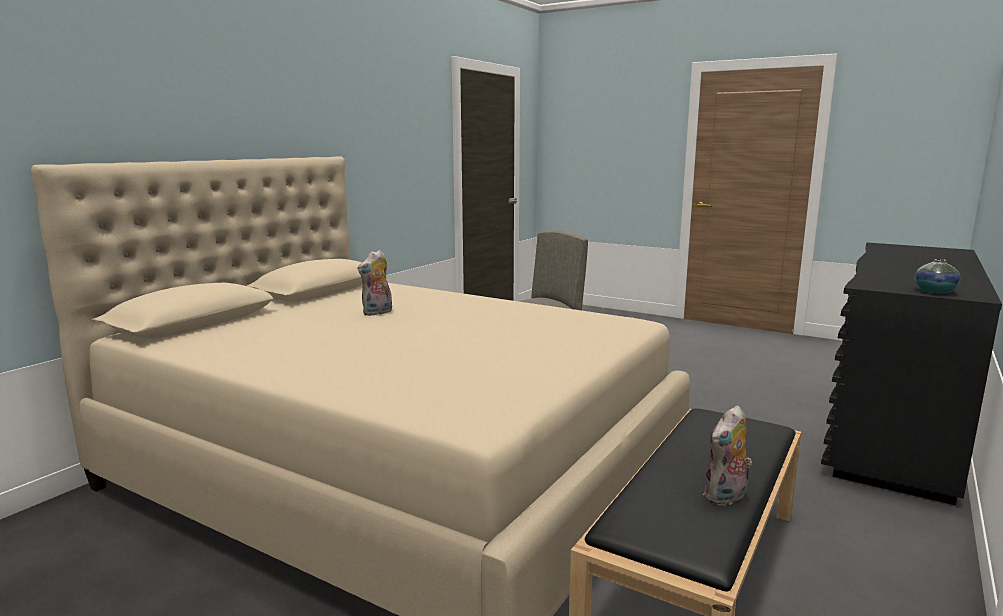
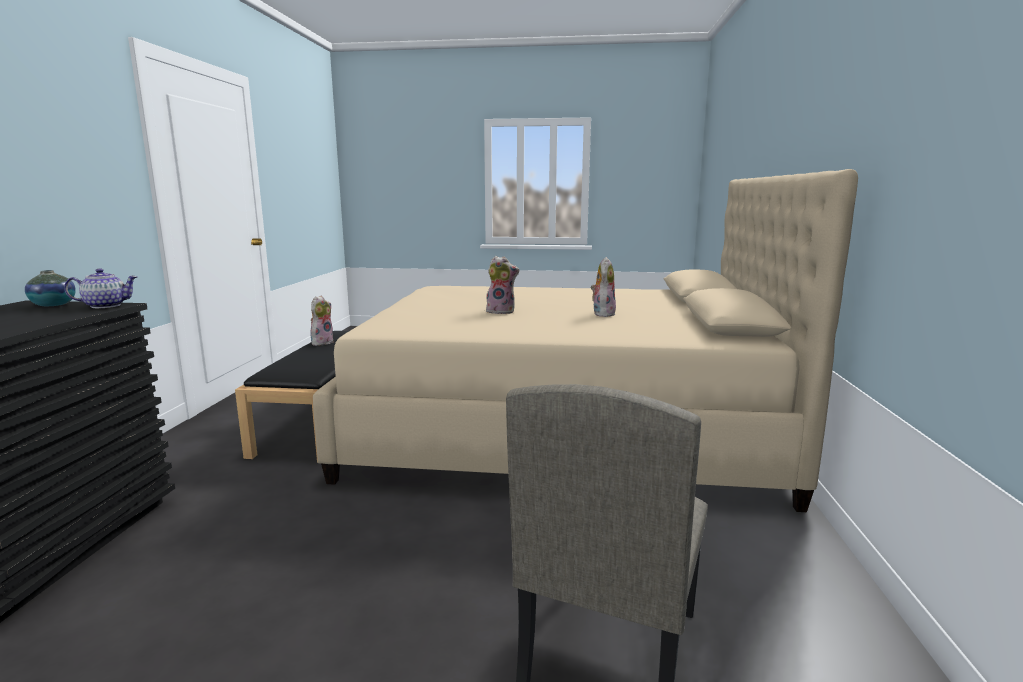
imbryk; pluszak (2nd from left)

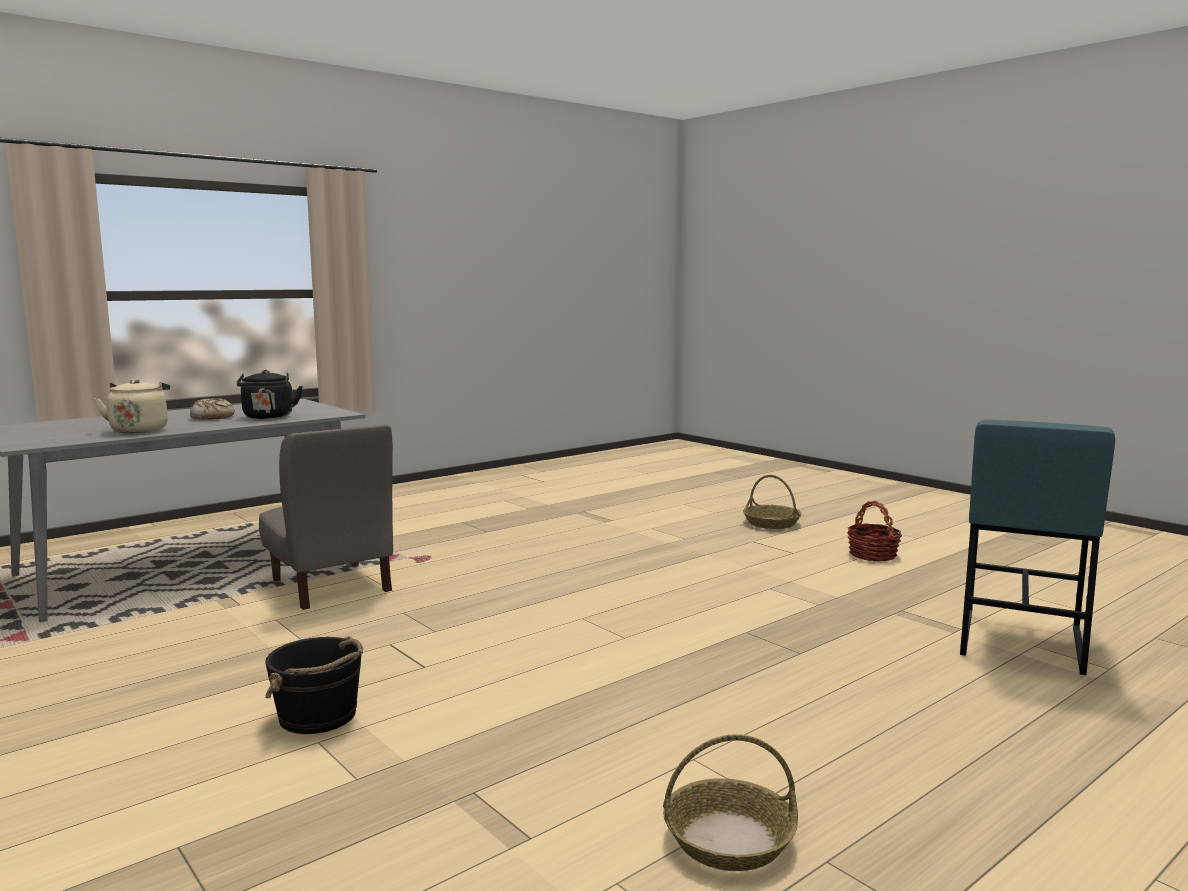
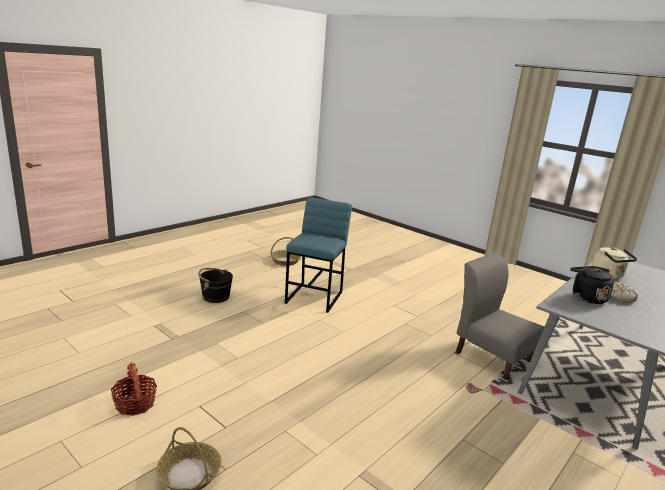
wiadro/czarny; stołek/niebieski

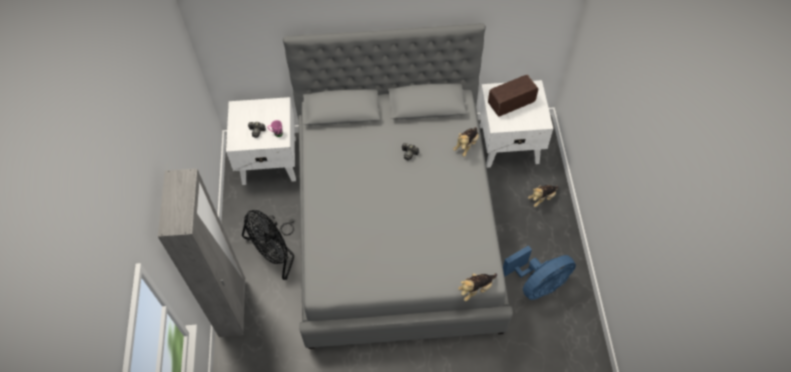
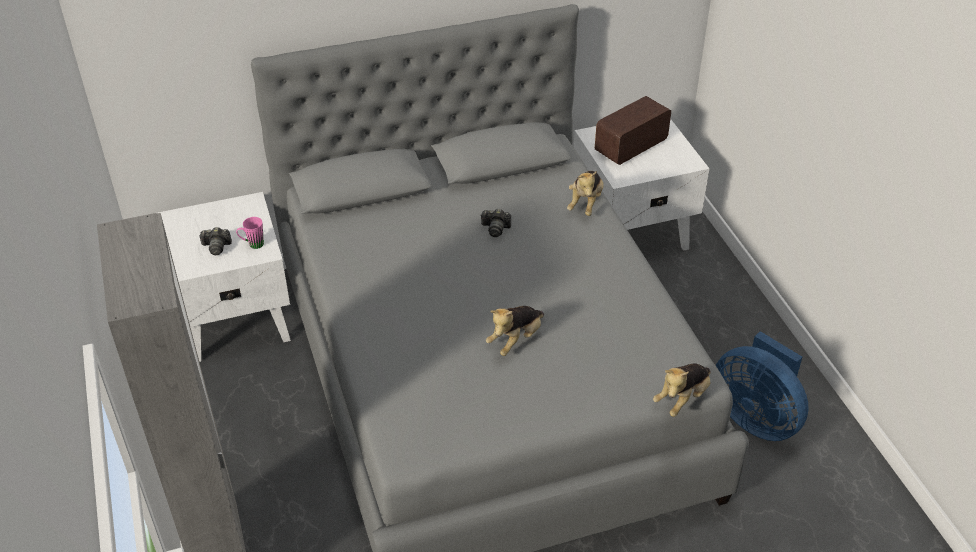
wentylator/czarny; pluszak (1st from left); wentylator/niebieski

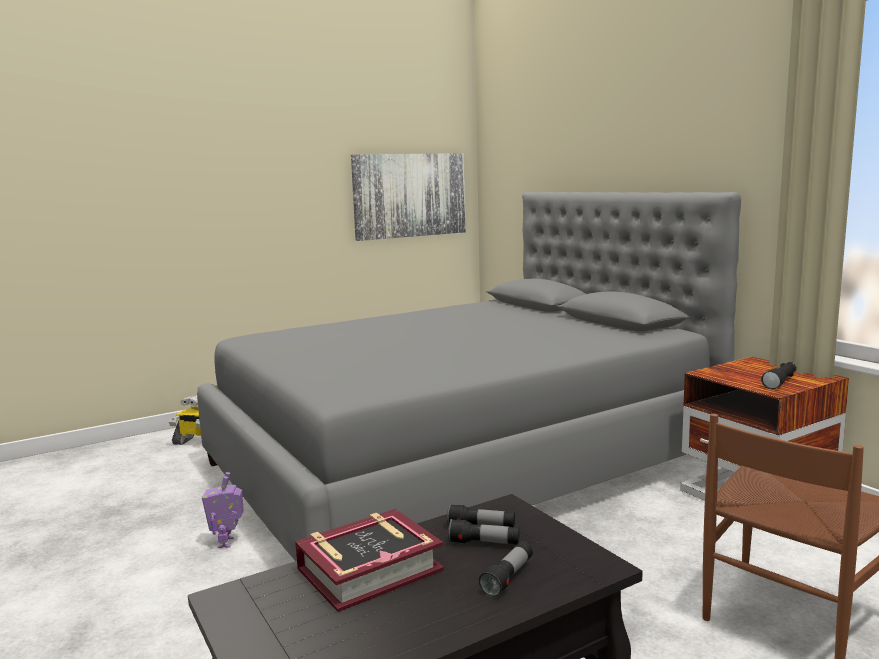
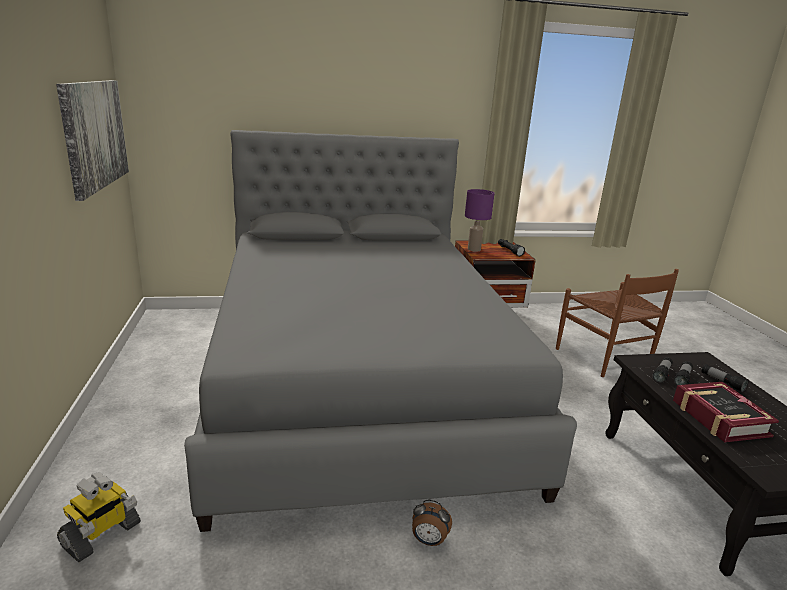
lampa stołowa/fioletowy; budzik

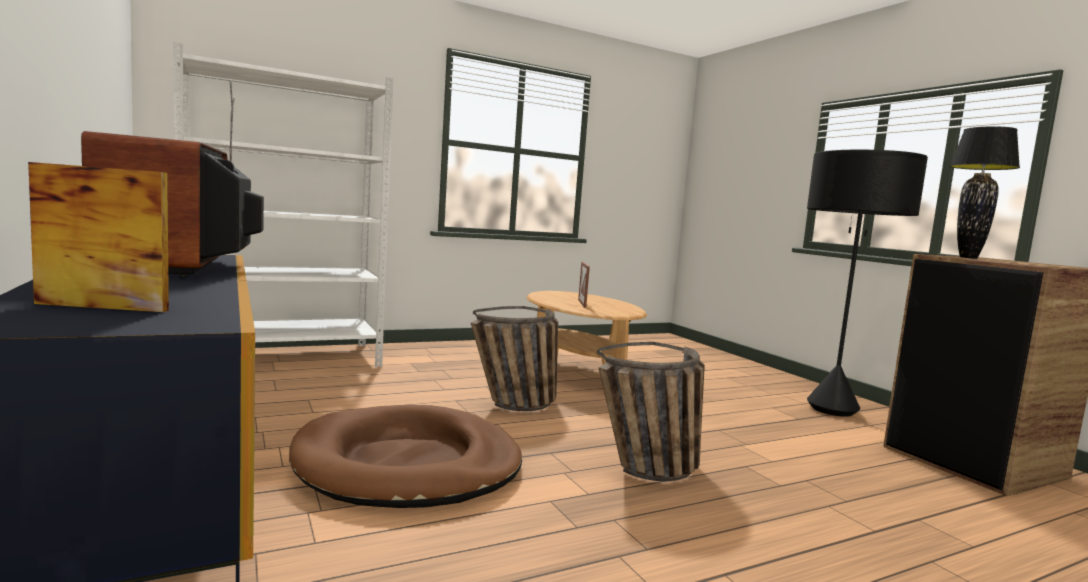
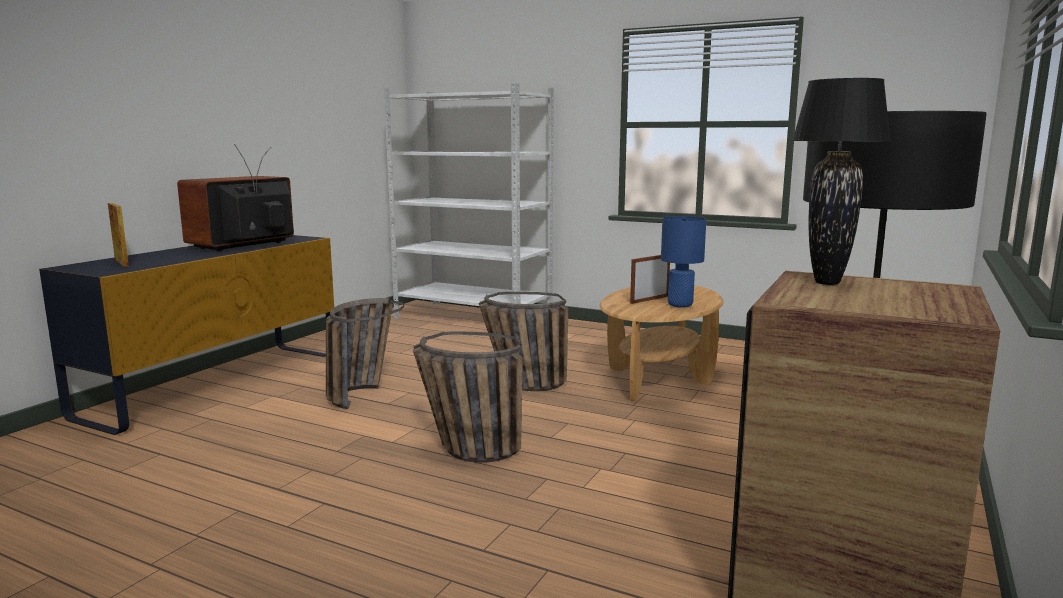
lampa stołowa/niebieski; koszyk (1st from left)

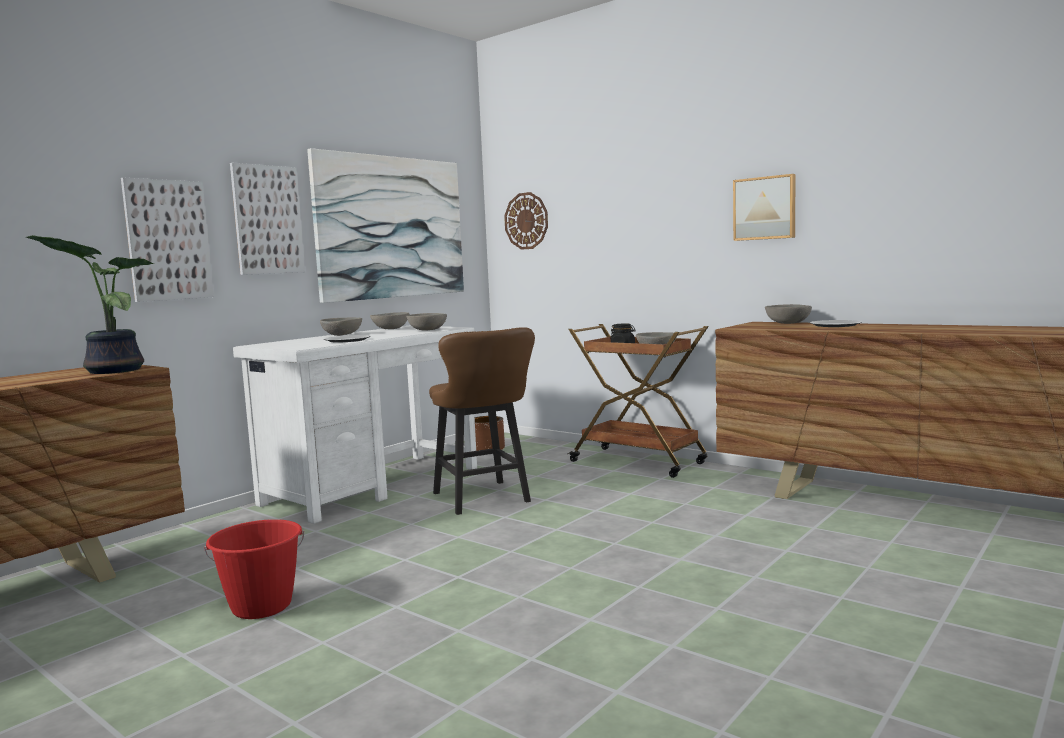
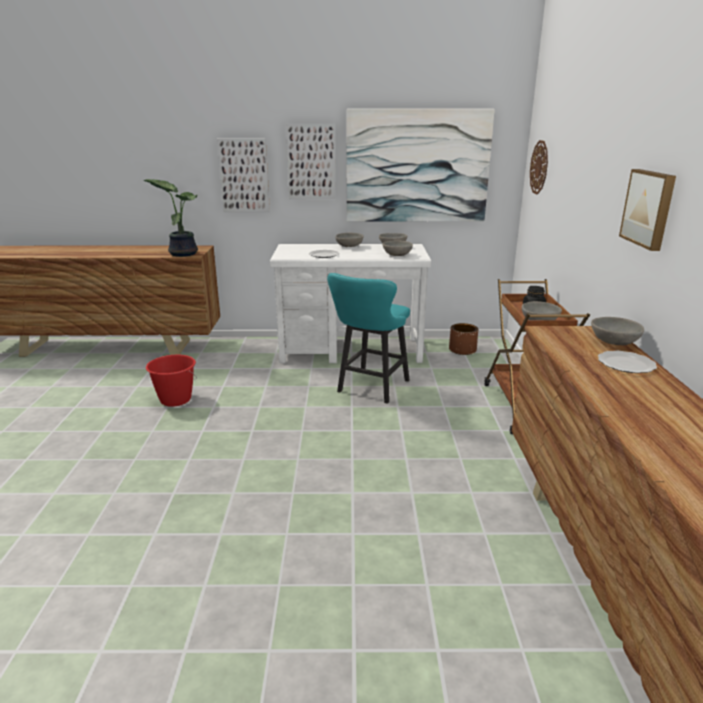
stołek/turkusowy

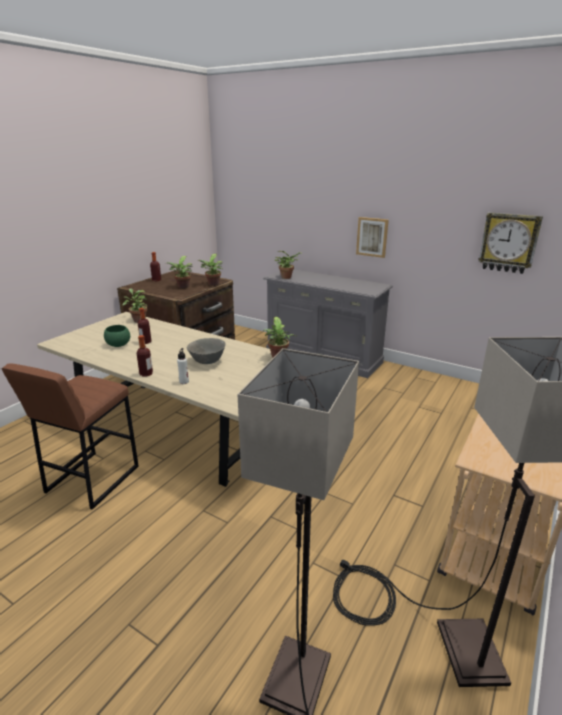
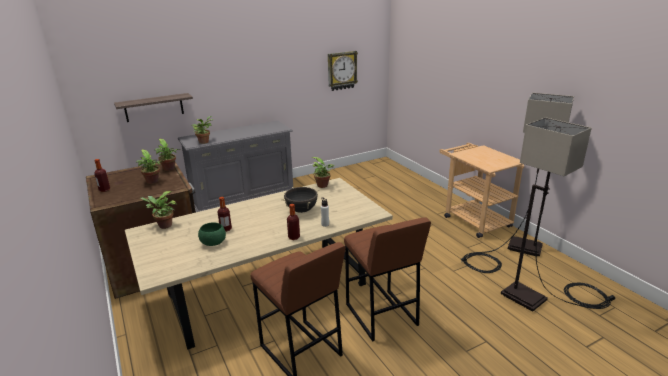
obraz; półka; stołek/brązowy (2nd from left); garnek/czarny

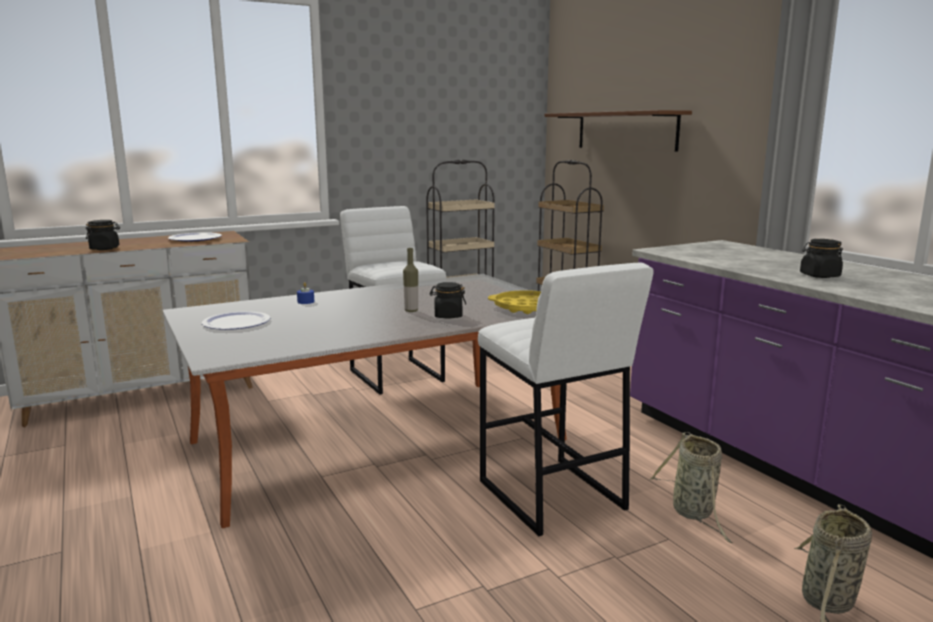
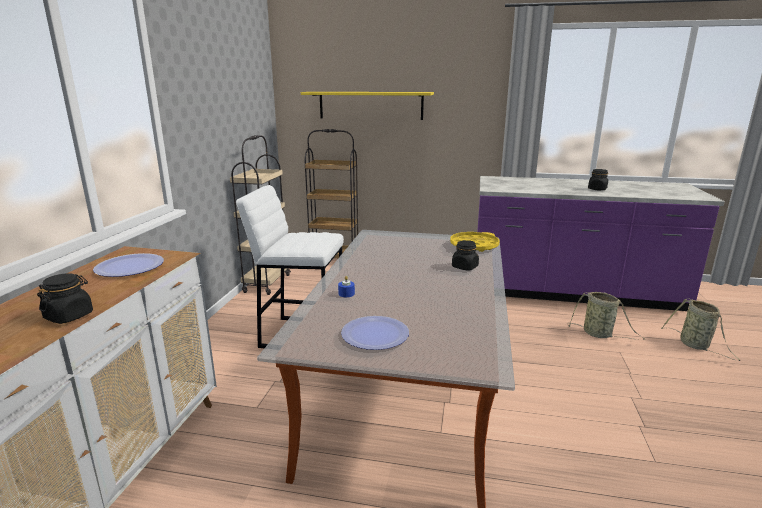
butelka; stołek/biały (2nd from left in the first image); półka/żółty

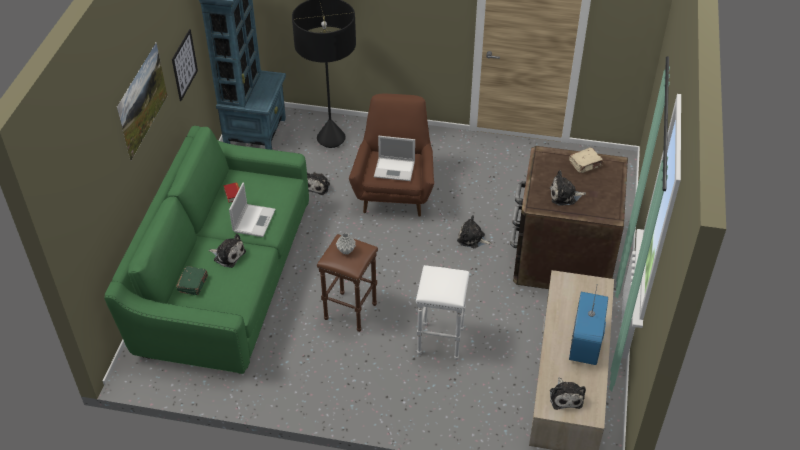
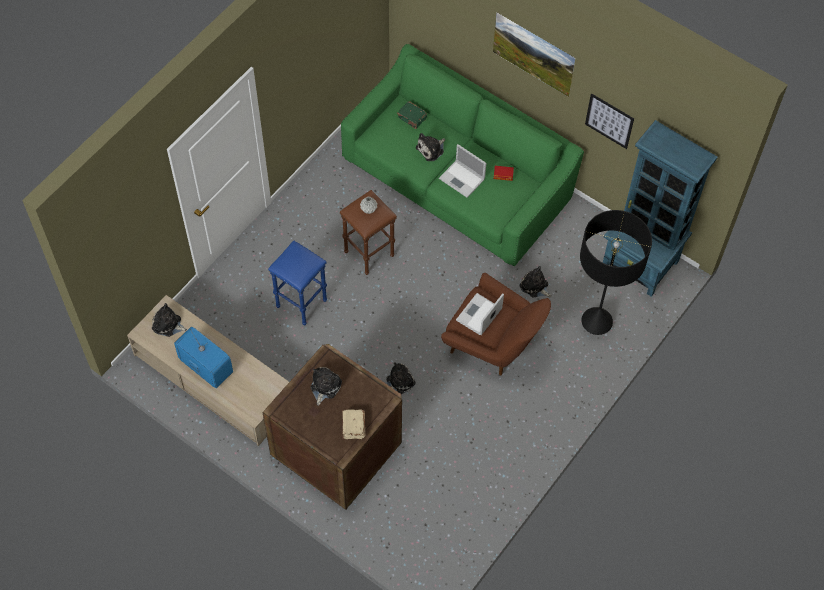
stołek/niebieski

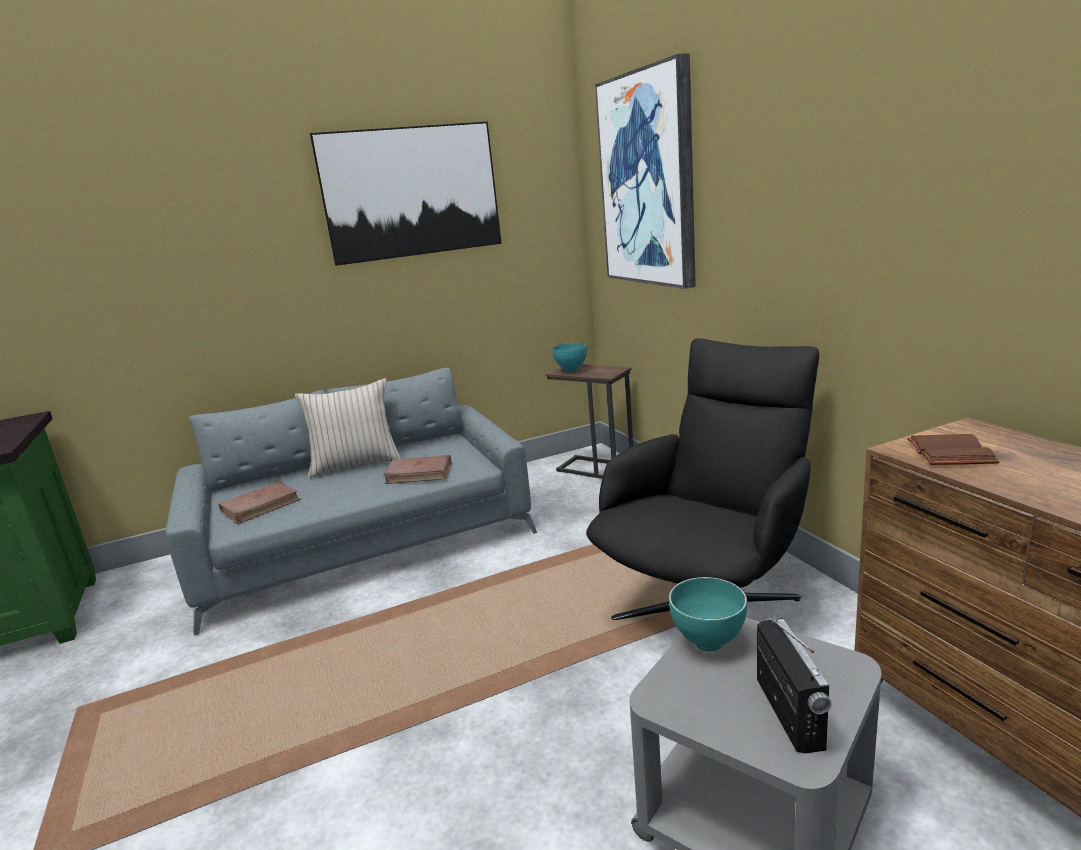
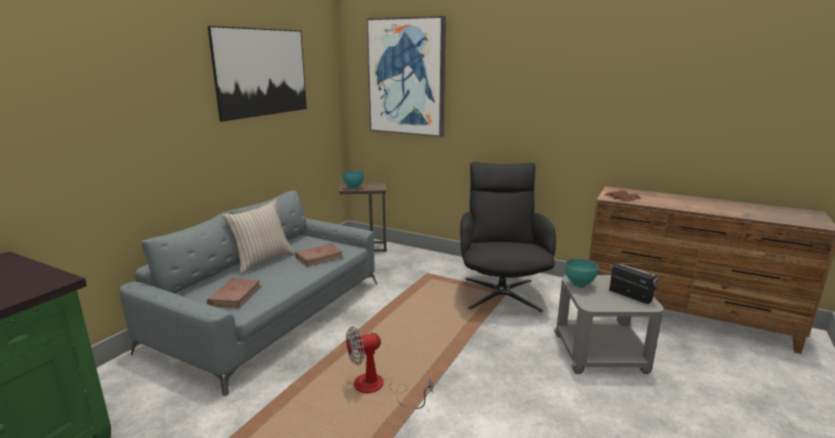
wentylator

